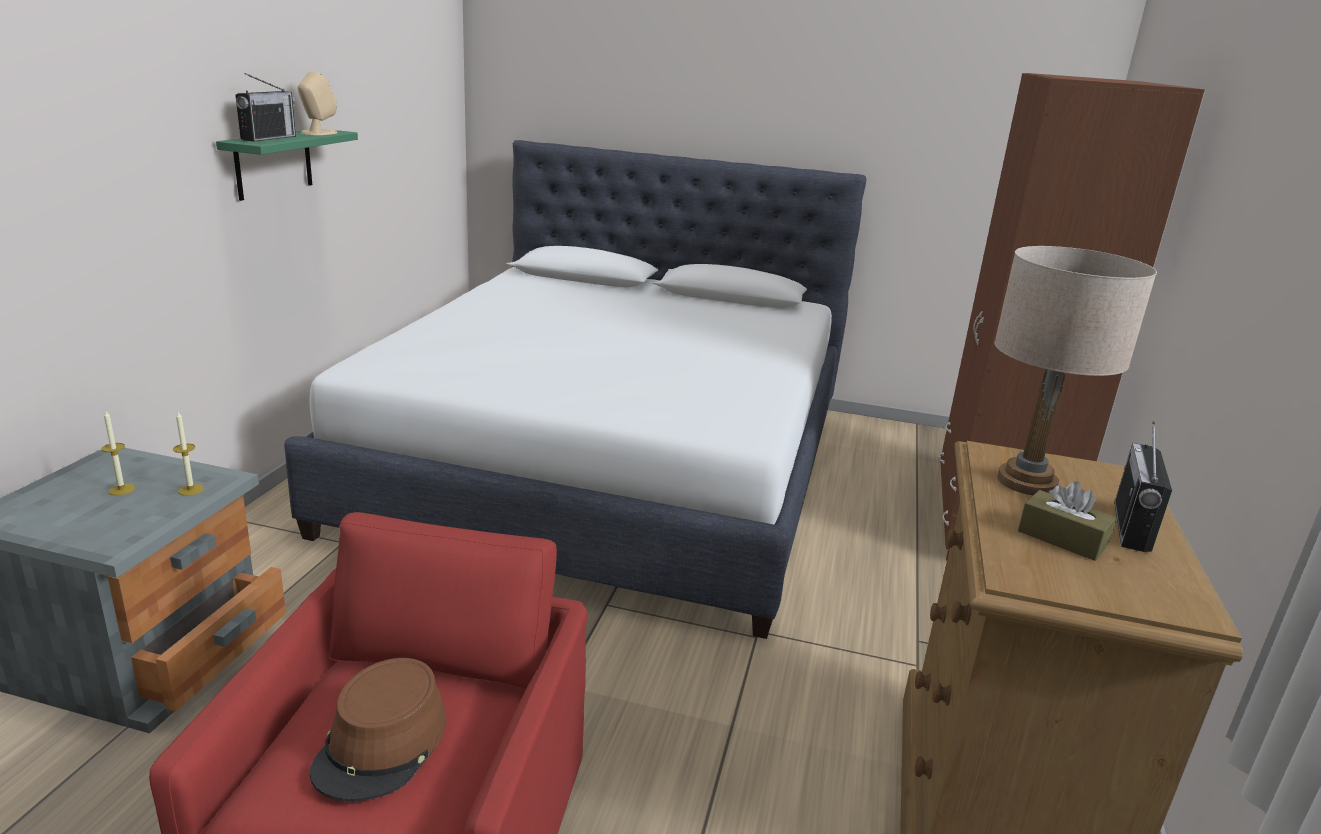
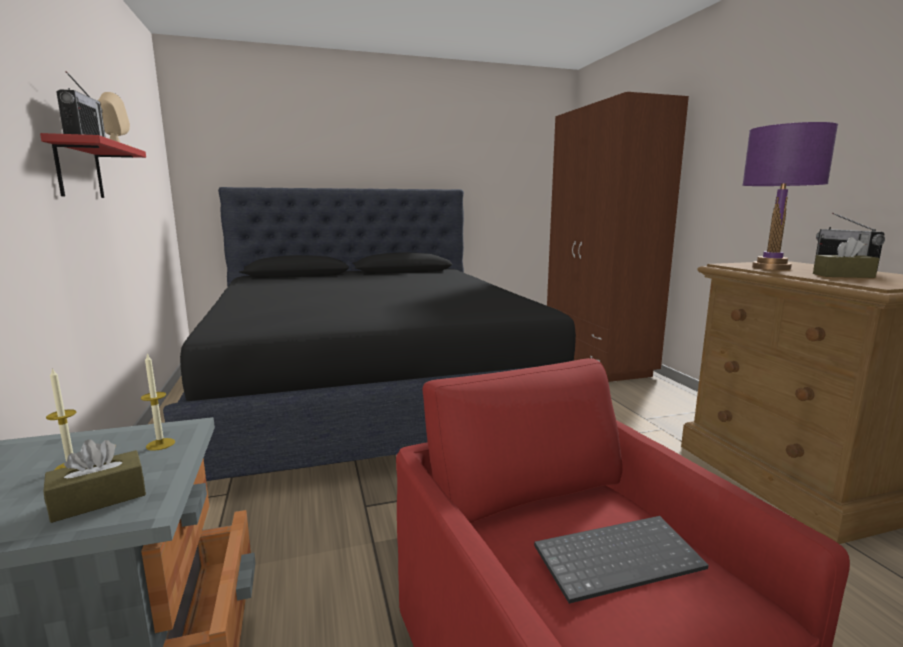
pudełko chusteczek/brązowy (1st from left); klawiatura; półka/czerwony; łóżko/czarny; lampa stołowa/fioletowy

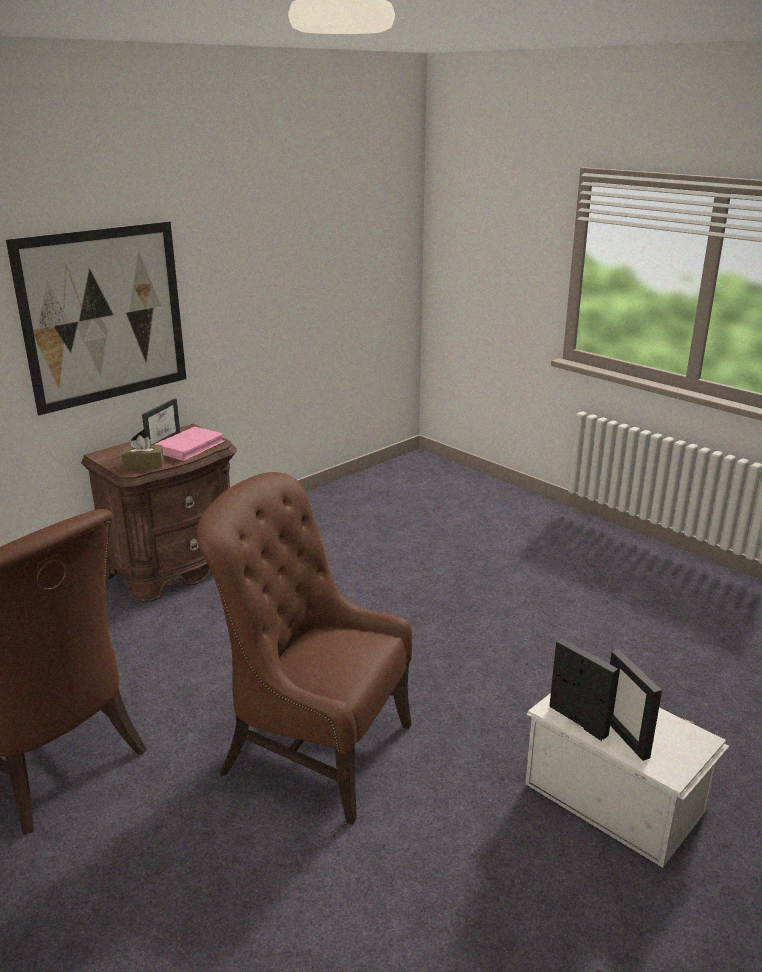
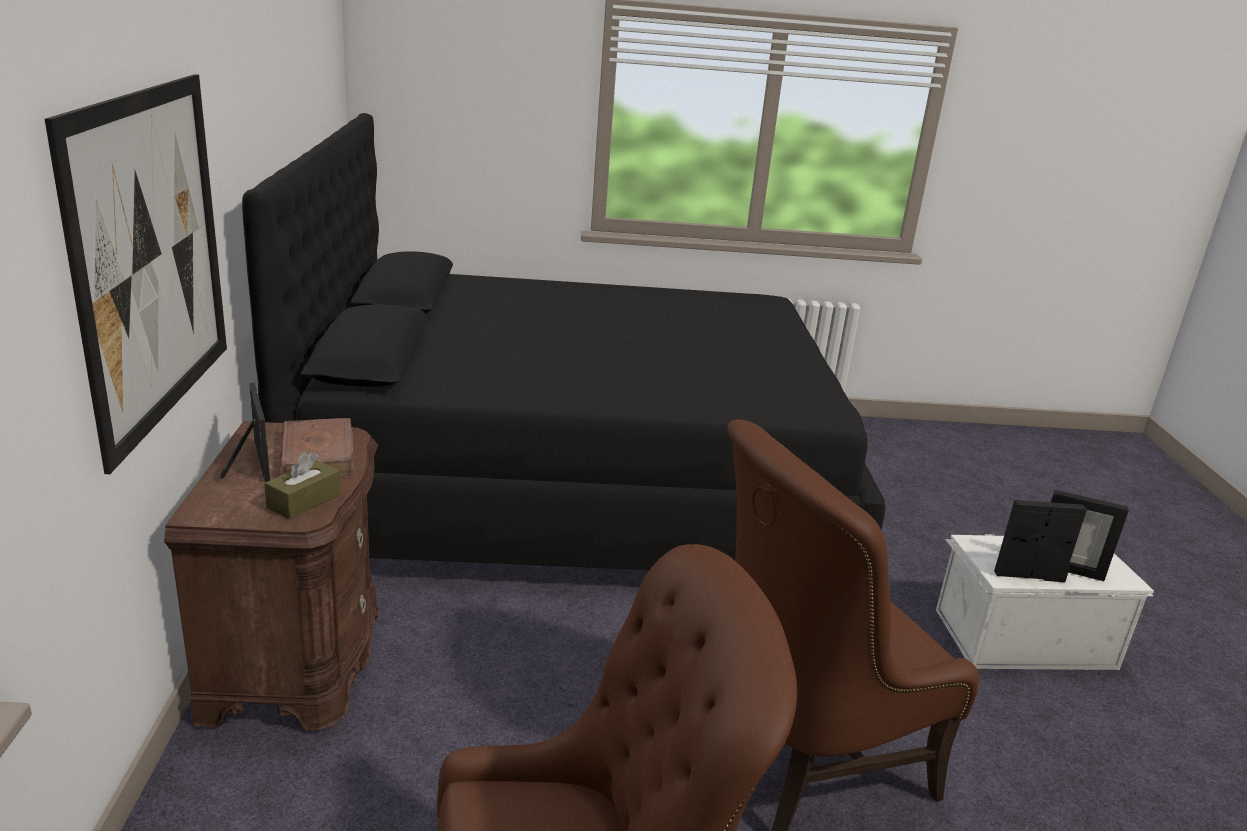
łóżko/czarny; książka/brązowy

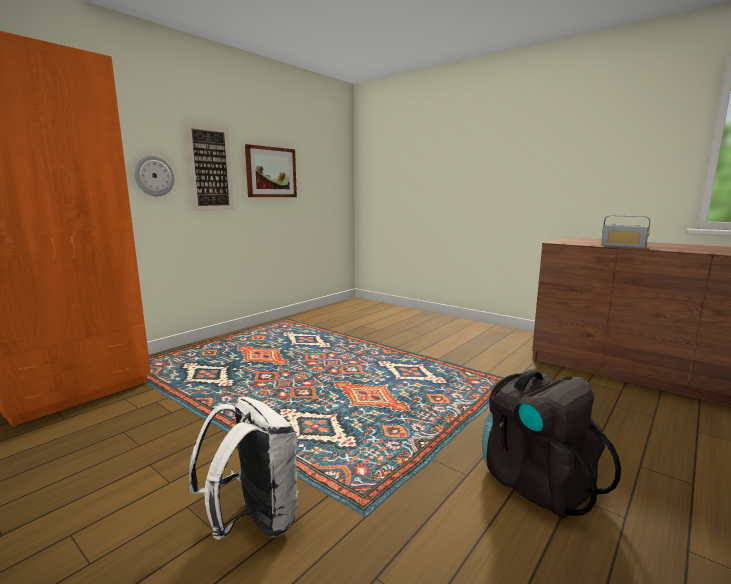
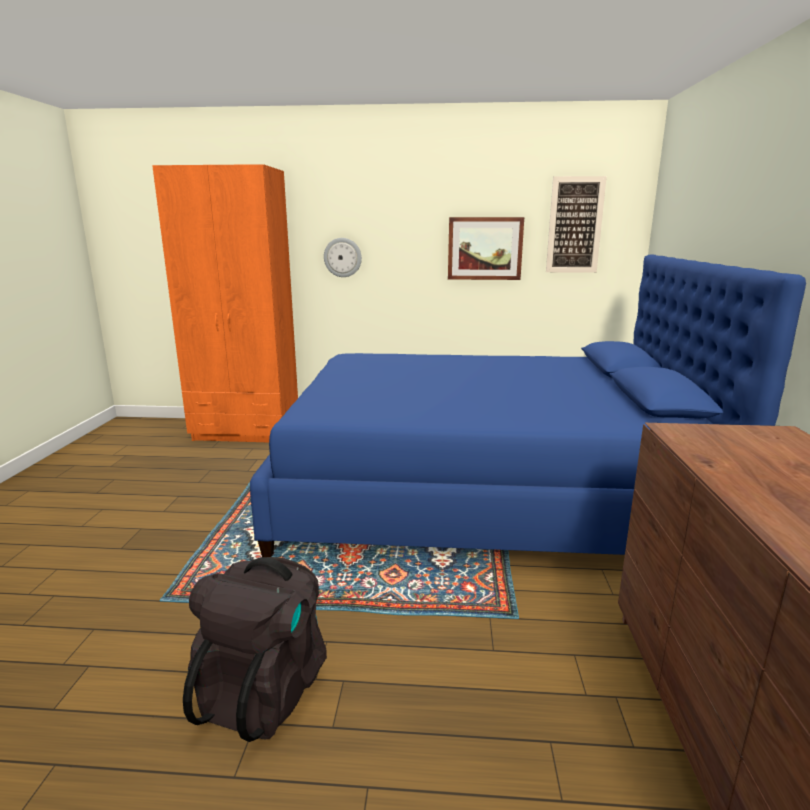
plecak/biały; radio; łóżko/niebieski; obraz (2nd from left)

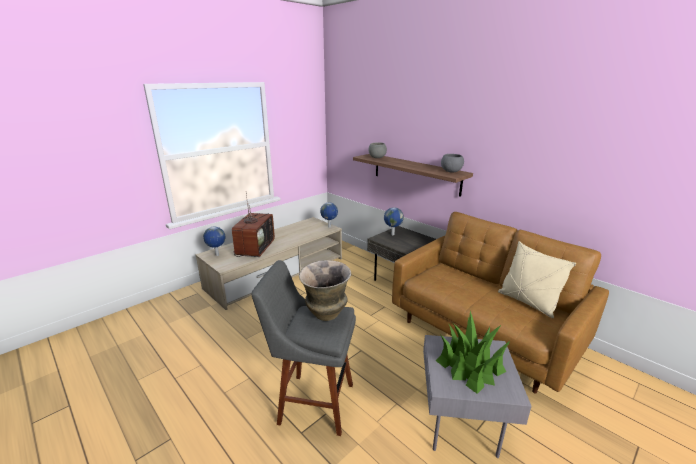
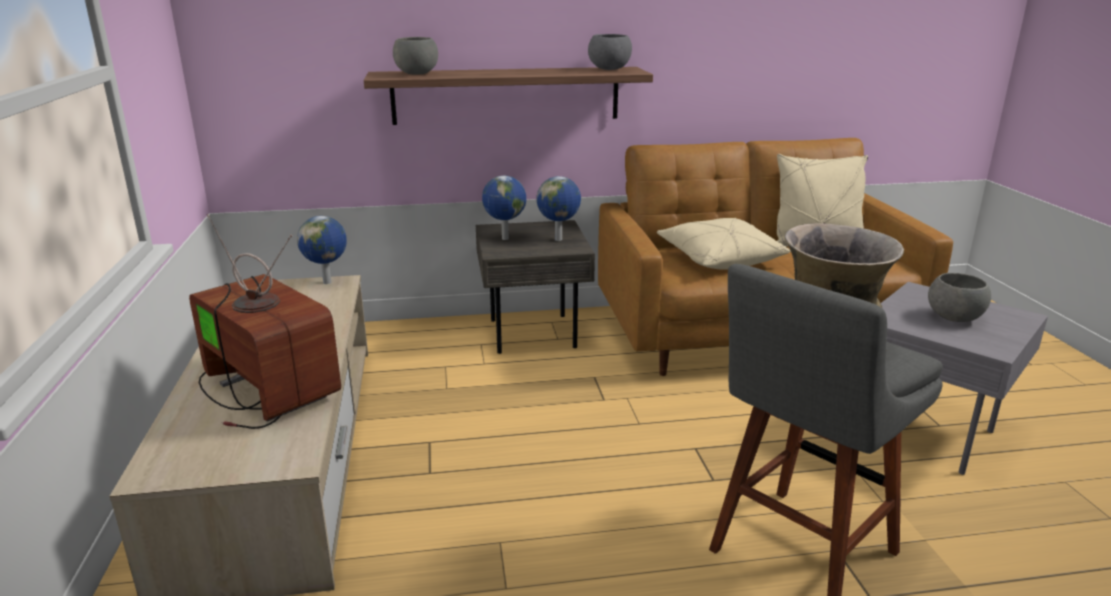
poduszka/beżowy (1st from left); globus (3rd from left); miska/szary (3rd from left)

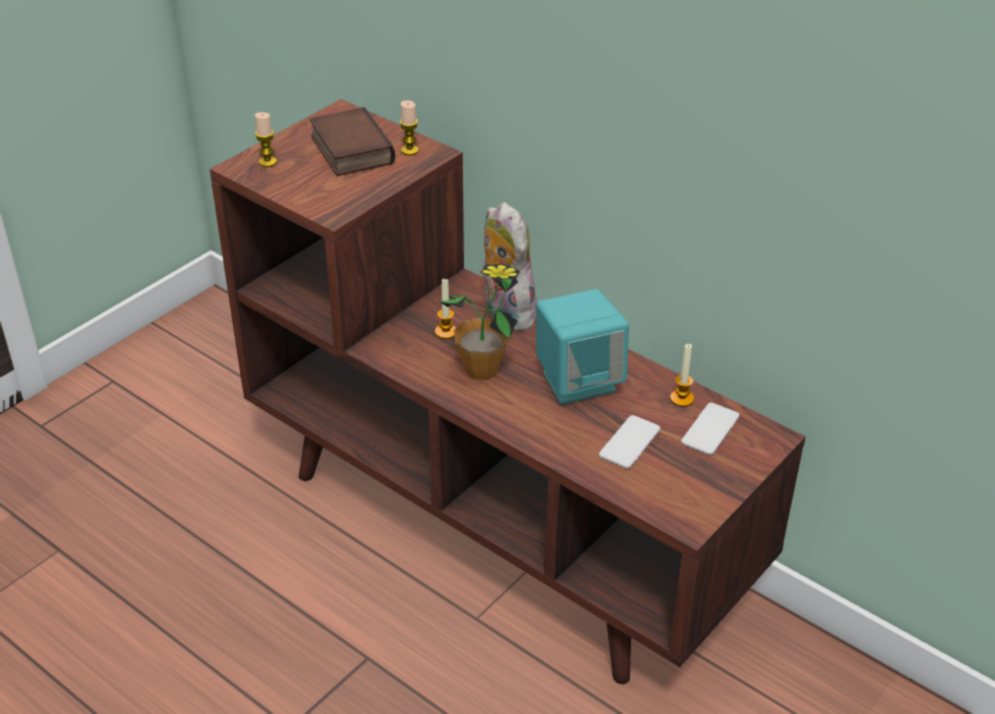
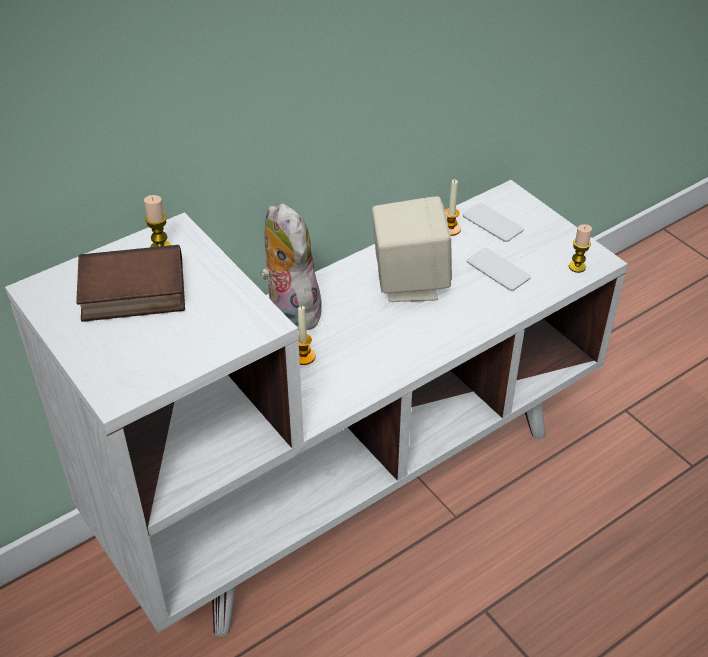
roślina doniczkowa; świeca (4th from left); szafka pod telewizor/biały; głośnik/beżowy; pluszak

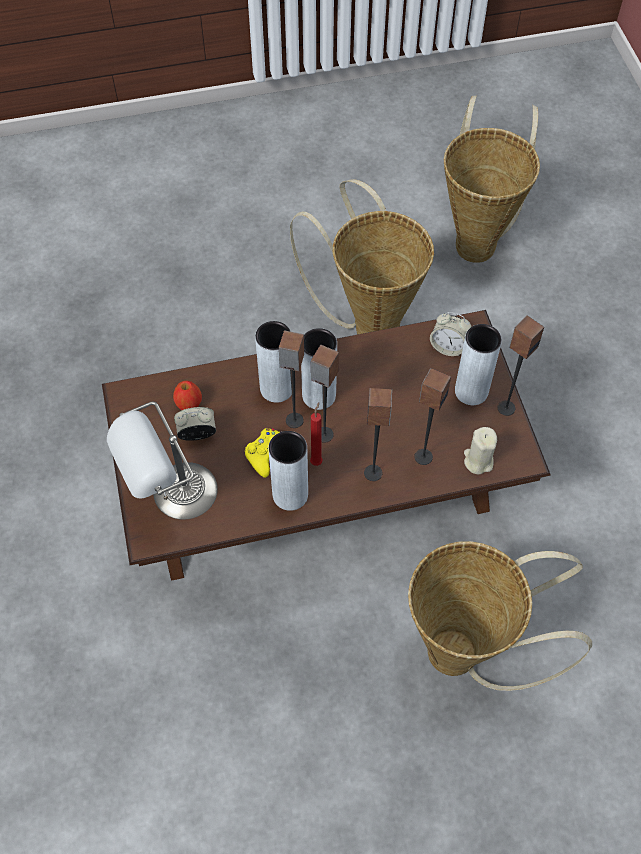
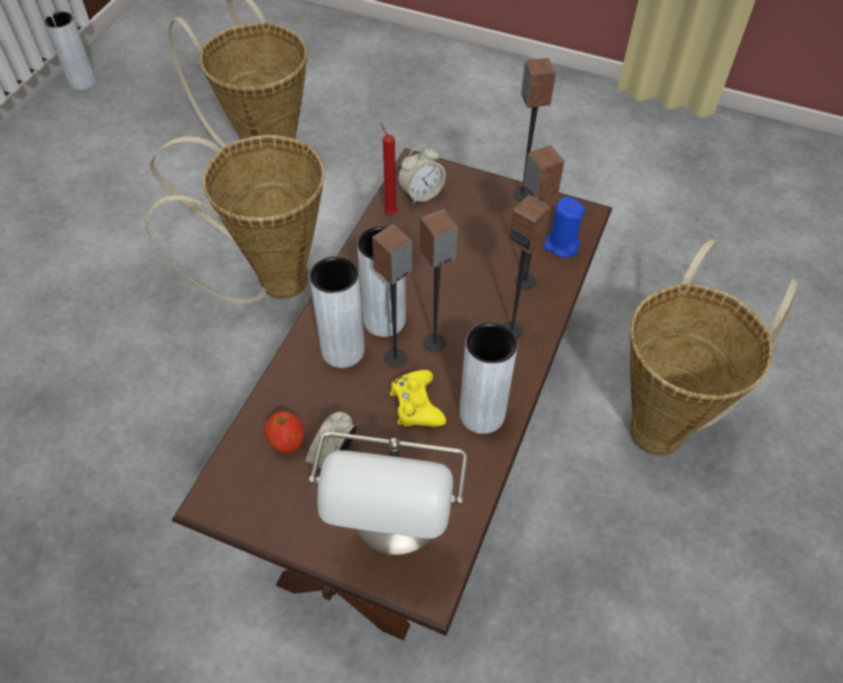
świeca/czerwony; wazon/szary (1st from left); świeca/niebieski

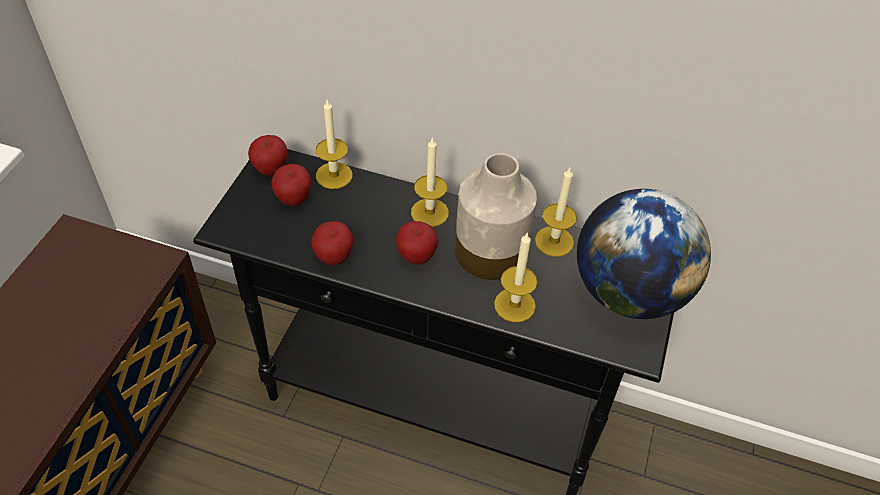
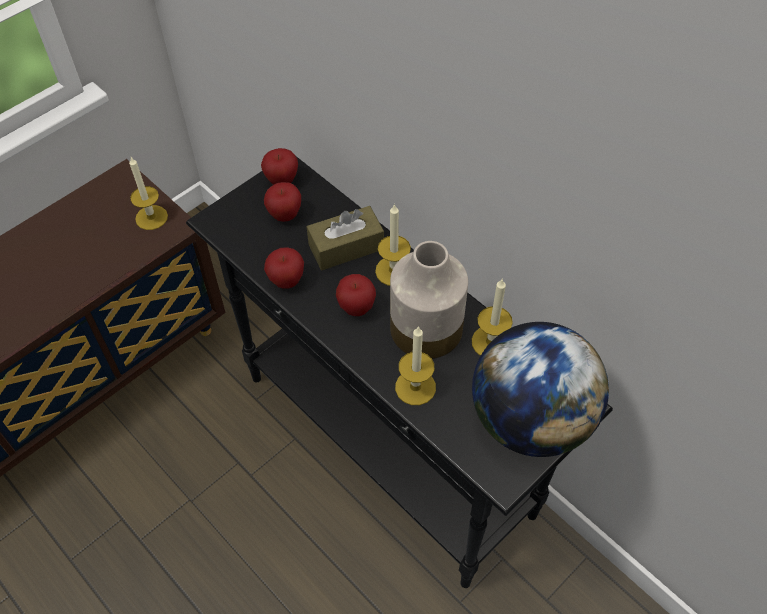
pudełko chusteczek/brązowy; świeca (1st from left)

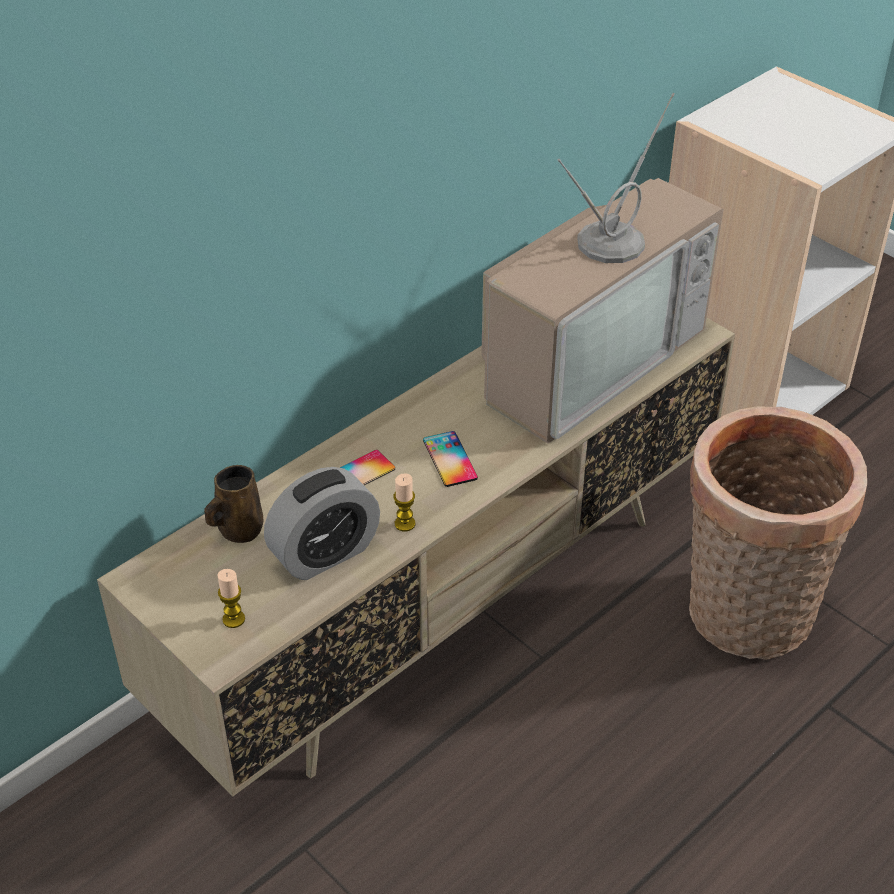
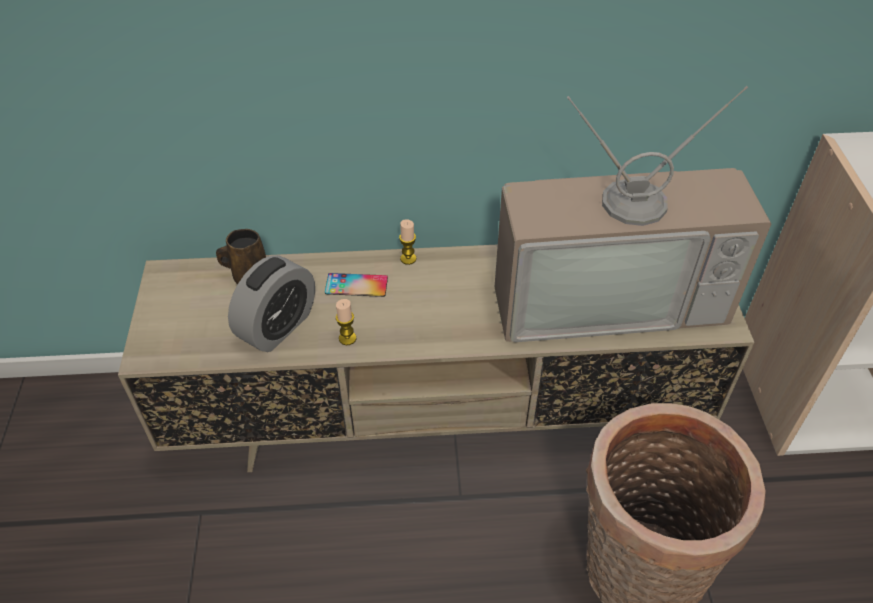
telefon (2nd from left in the first image); świeca (2nd from left); budzik

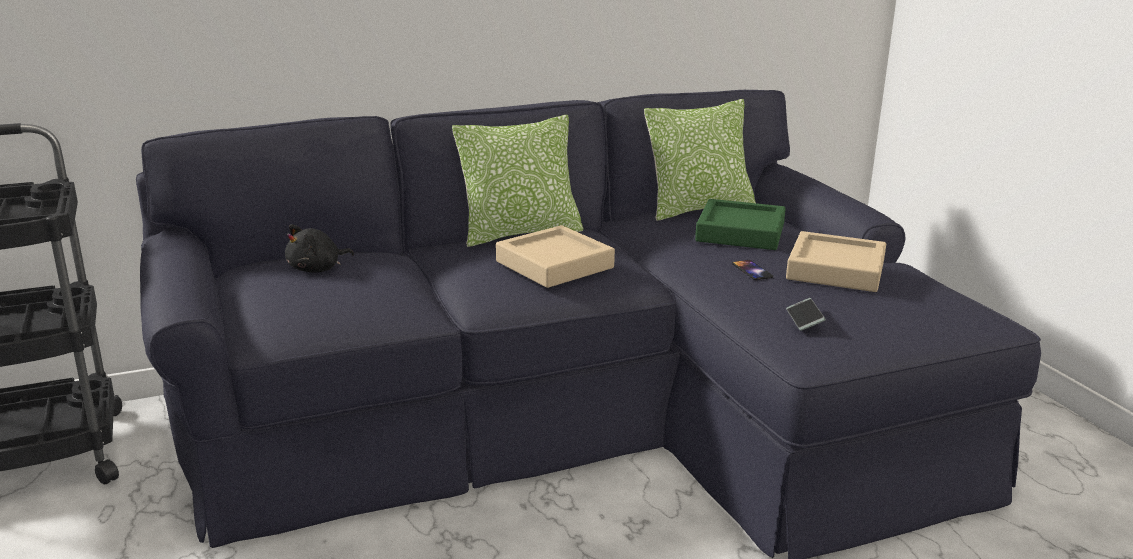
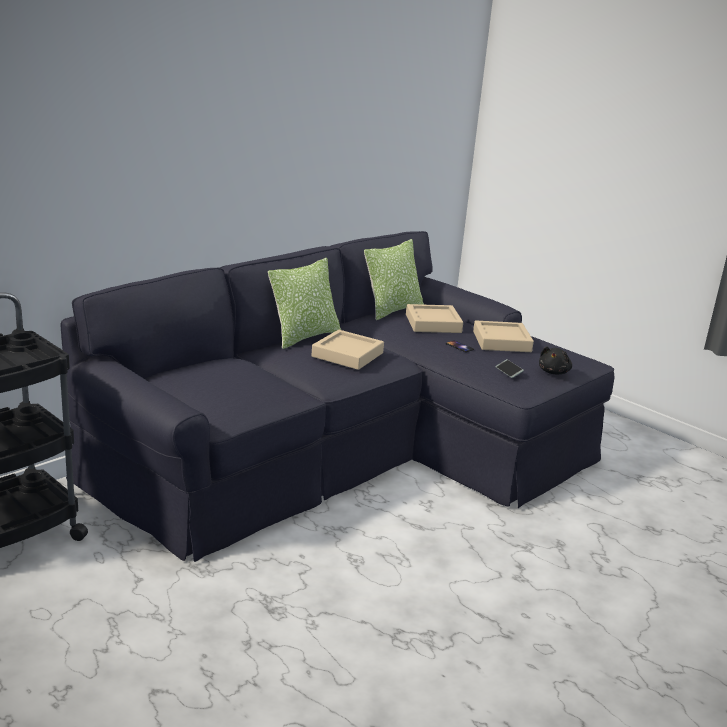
pluszak/czarny; taca/beżowy (2nd from left)

